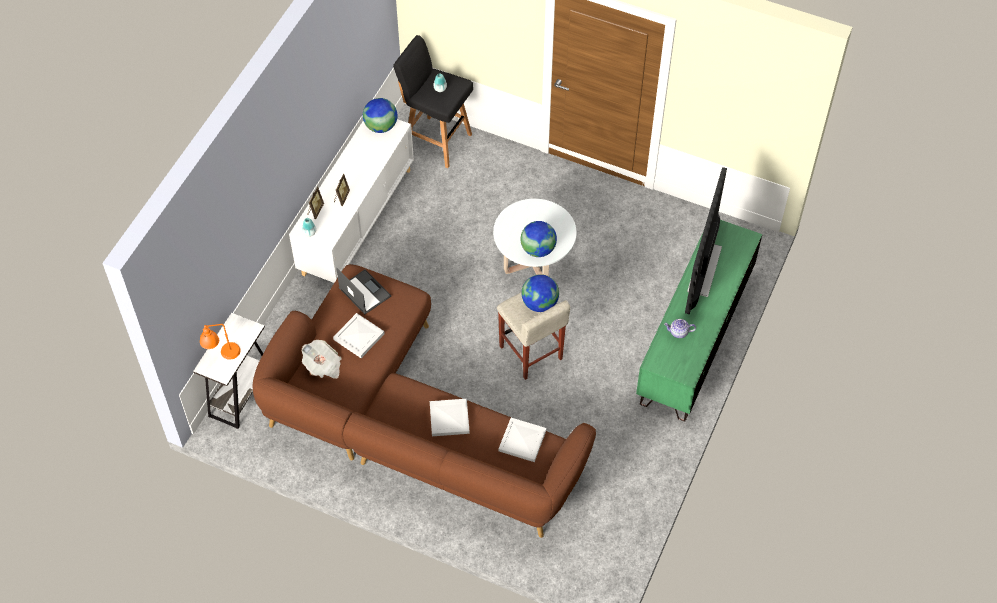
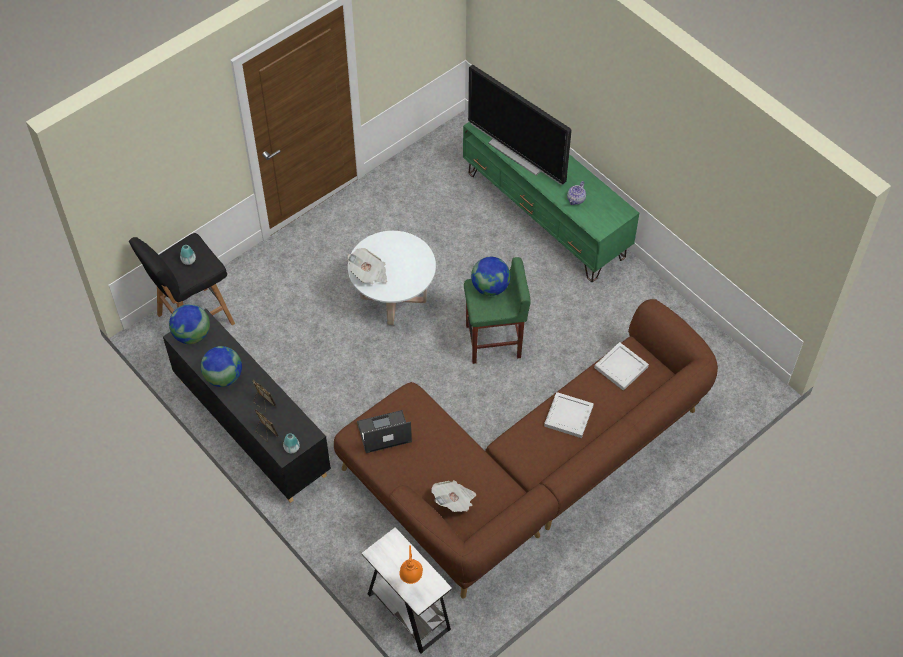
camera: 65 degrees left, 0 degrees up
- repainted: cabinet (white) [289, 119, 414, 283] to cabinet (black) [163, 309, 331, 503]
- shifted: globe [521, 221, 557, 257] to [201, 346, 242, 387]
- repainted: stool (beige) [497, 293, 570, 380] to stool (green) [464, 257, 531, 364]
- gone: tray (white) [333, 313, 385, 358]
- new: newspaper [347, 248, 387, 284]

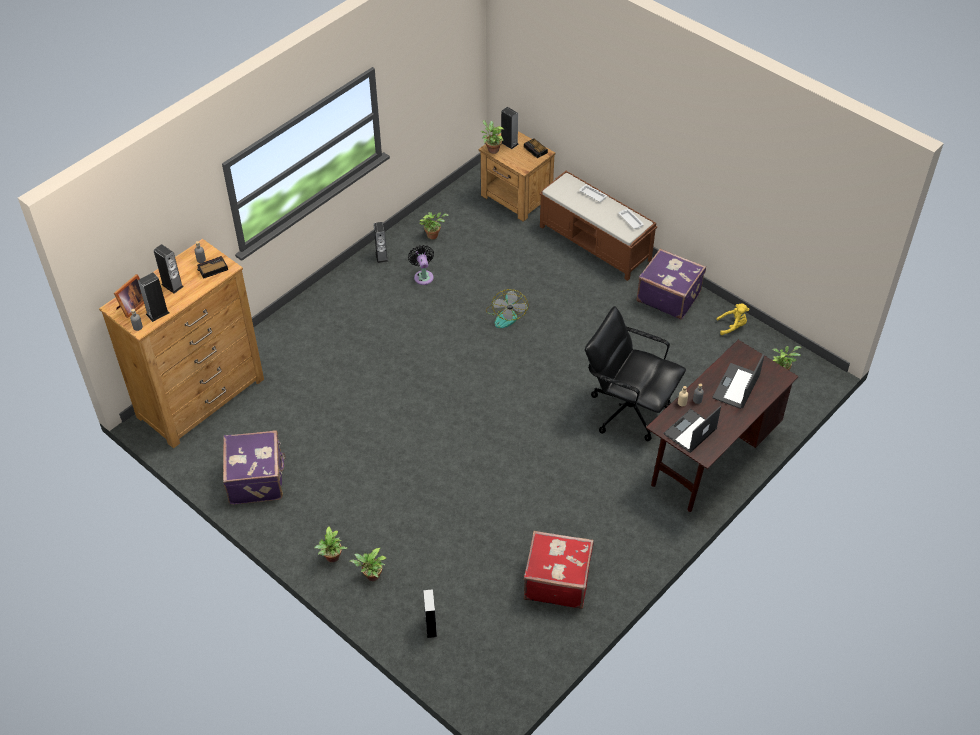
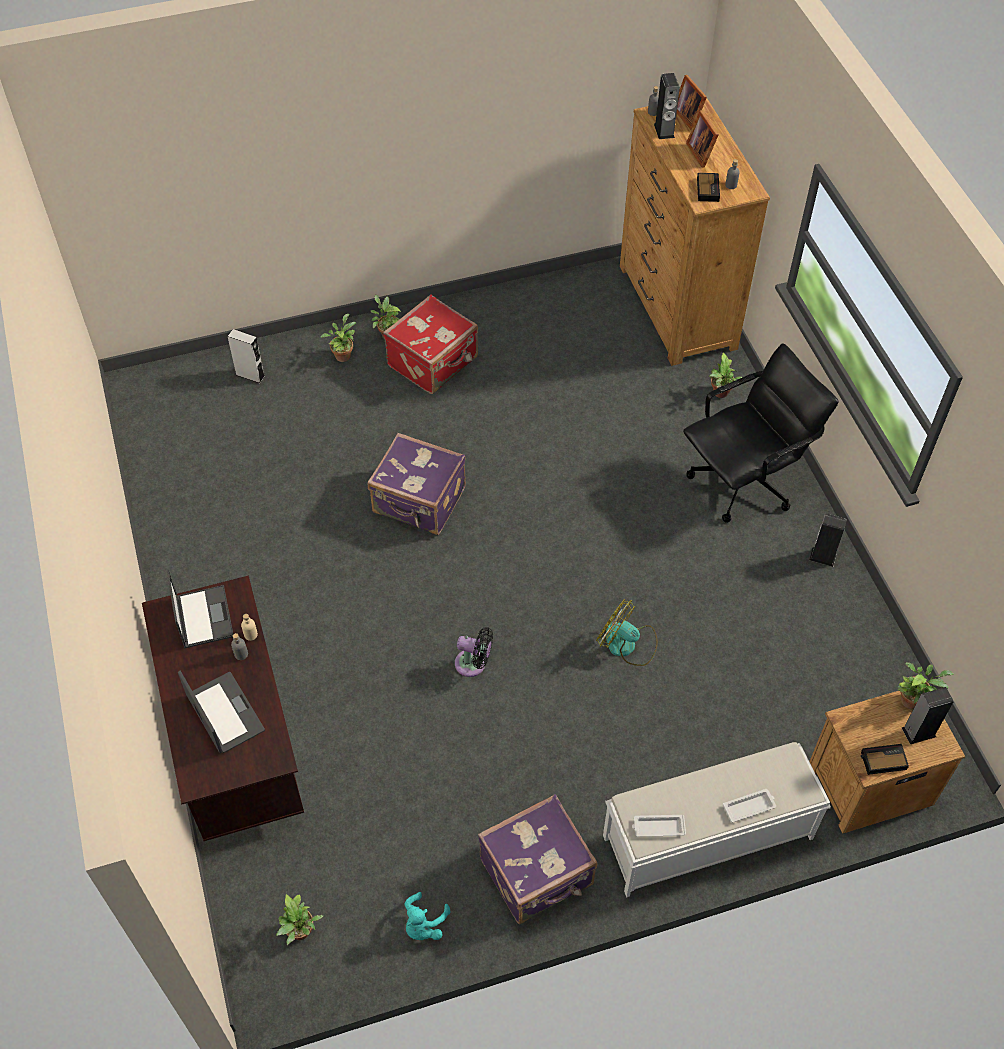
camera: 120 degrees right, 5 degrees up
- repainted: bench (brown) [539, 171, 657, 281] to bench (white) [603, 742, 831, 897]
- shifted: potted plant [419, 212, 449, 239] to [709, 353, 743, 398]
- swapped: speaker [154, 244, 184, 294] to picture frame [686, 110, 719, 167]
- shifted: fan (black) [408, 246, 434, 285] to [455, 627, 493, 677]
- repainted: plush toy (yellow) [716, 304, 749, 335] to plush toy (turquoise) [404, 892, 451, 940]
- shifted: office chair (black) [585, 306, 686, 441] to [683, 344, 839, 523]
- shifted: suitcase (purple) [223, 430, 286, 505] to [368, 433, 466, 535]
- shifted: suitcase (red) [524, 531, 594, 609] to [383, 294, 478, 394]

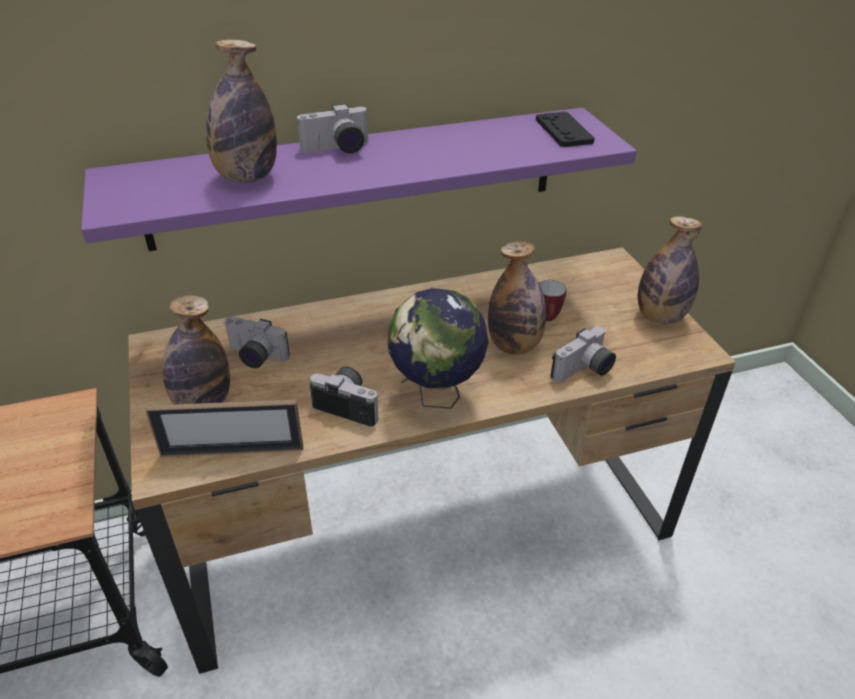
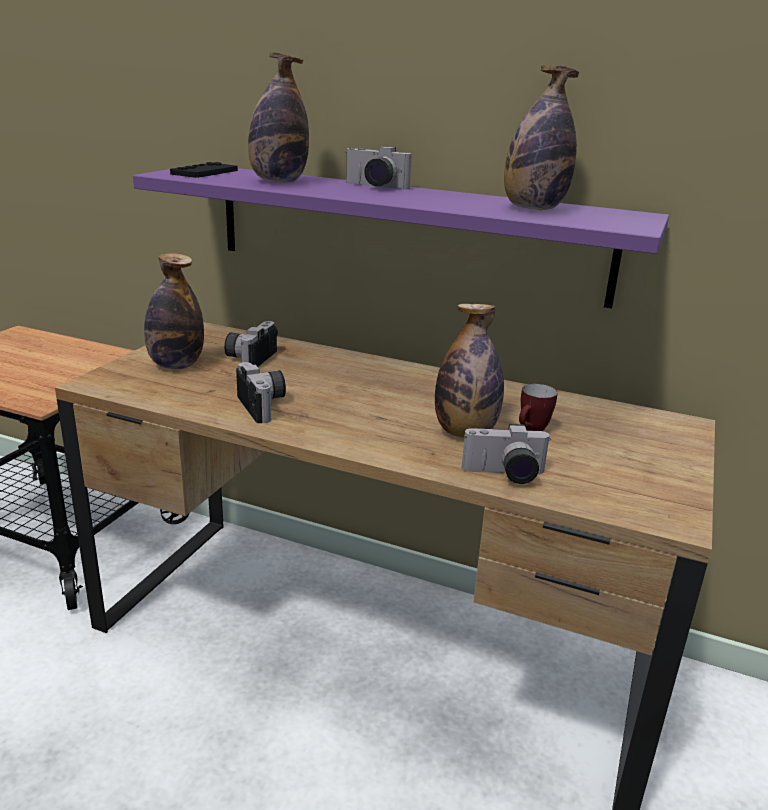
camera: 40 degrees right, 15 degrees down
- shifted: game controller (black) [536, 112, 595, 147] to [170, 162, 238, 178]
- shifted: bottle [638, 216, 702, 324] to [504, 65, 579, 210]
- gone: globe [387, 288, 489, 409]
- rotated: photo camera [224, 316, 290, 368] = [224, 321, 278, 367] 45 degrees clockwise
- gone: picture frame [145, 399, 303, 457]

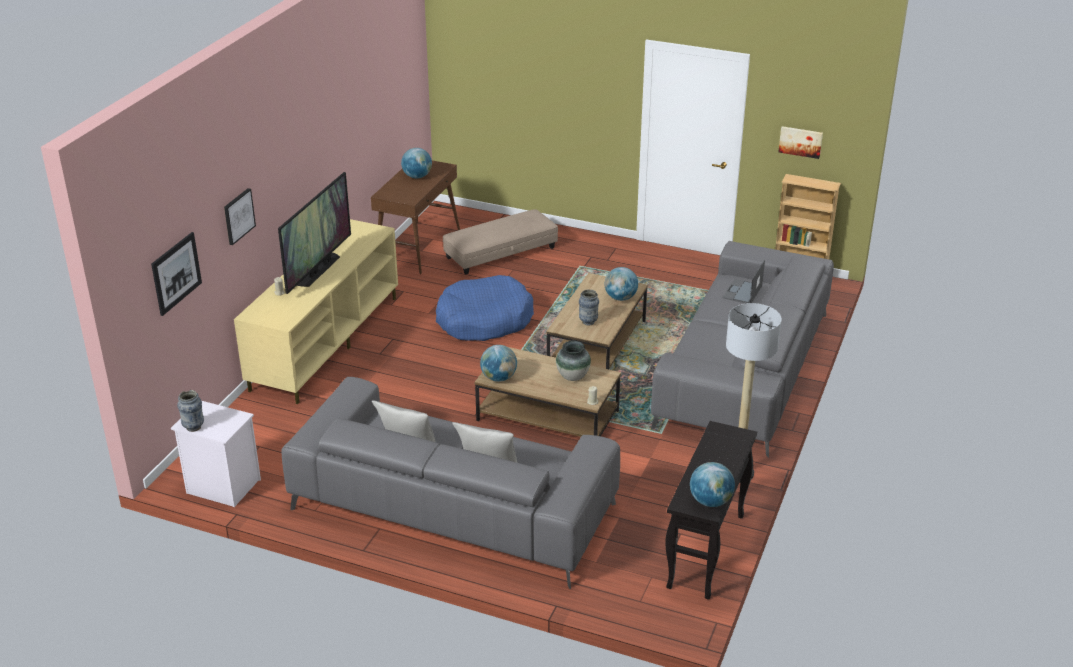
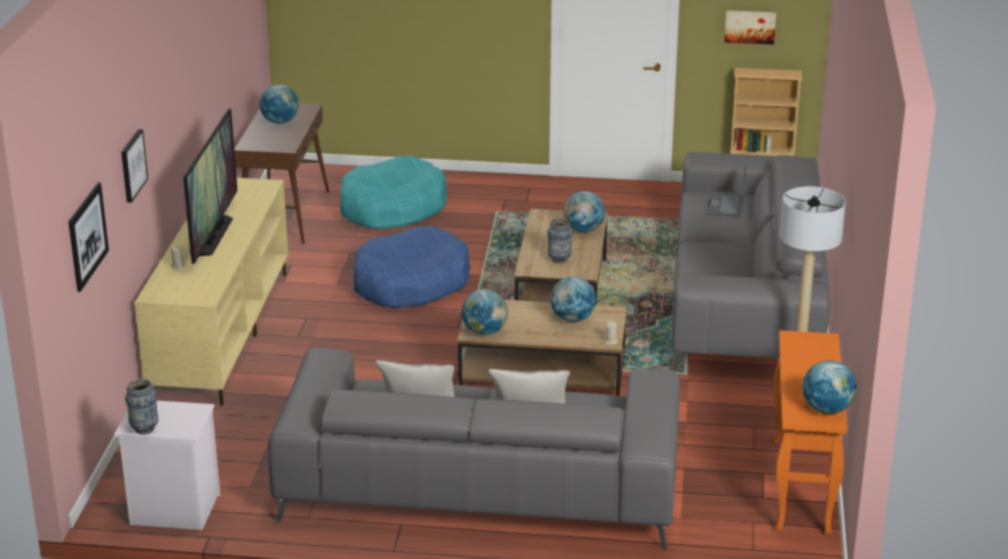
camera: 15 degrees left, 5 degrees down
- swapped: ottoman (beige) [443, 209, 558, 274] to dog bed (turquoise) [340, 156, 447, 230]
- swapped: vase [556, 341, 591, 381] to globe [550, 276, 596, 322]
- repainted: console table (black) [665, 421, 757, 600] to console table (orange) [774, 330, 847, 535]

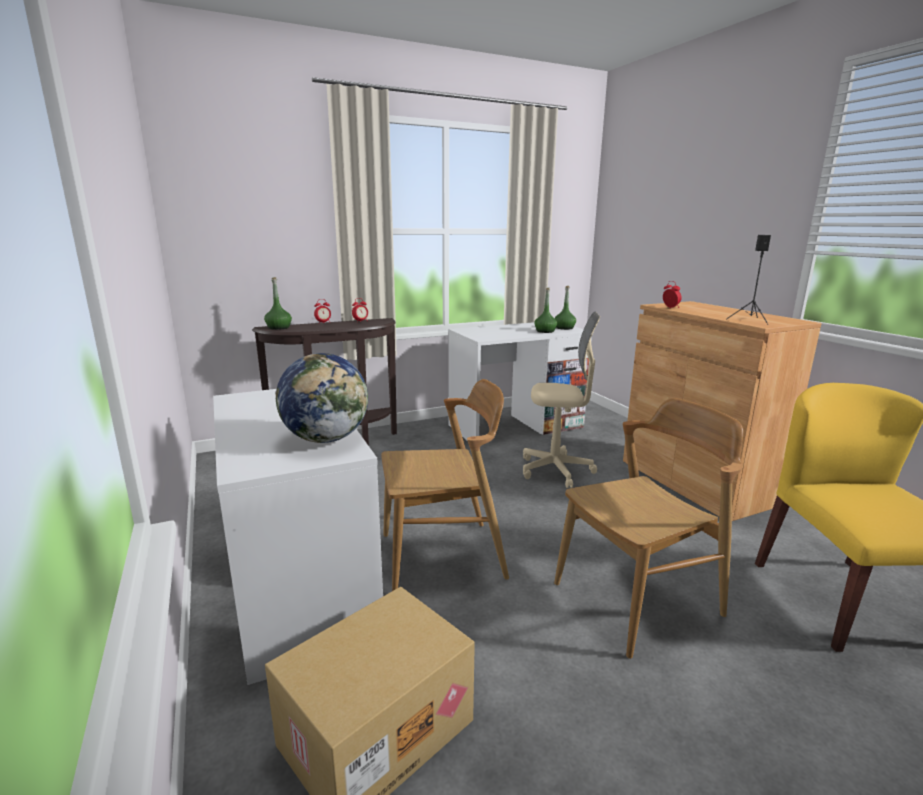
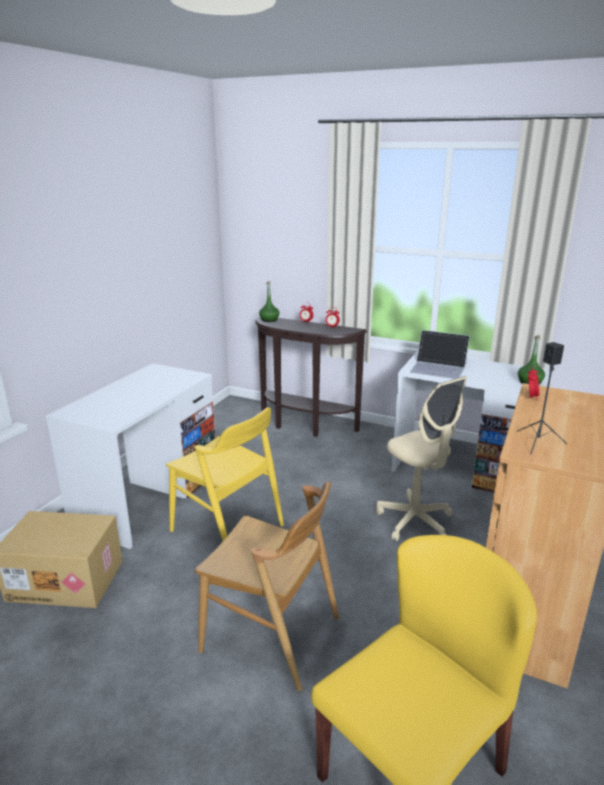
camera: 50 degrees right, 5 degrees up
- gone: bottle (green) [534, 288, 557, 333]
- gone: globe [275, 353, 368, 443]
- repainted: chair (brown) [381, 379, 509, 591] to chair (yellow) [166, 407, 284, 541]
- new: laptop [410, 330, 470, 379]

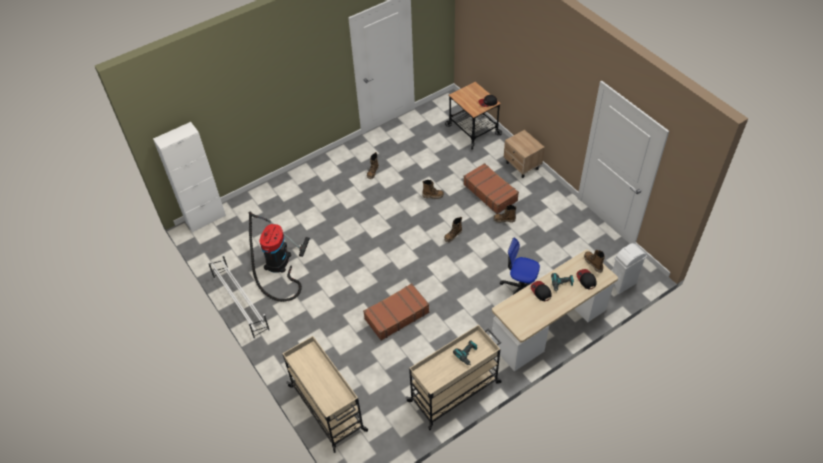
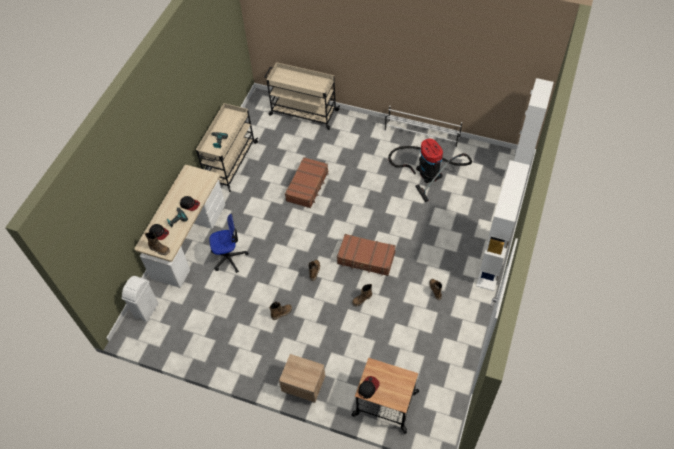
camera: 145 degrees right, 5 degrees up
- shifted: suitcase (brown) [463, 163, 519, 214] to [337, 234, 396, 276]
- new: bookcase (white) [476, 160, 530, 291]

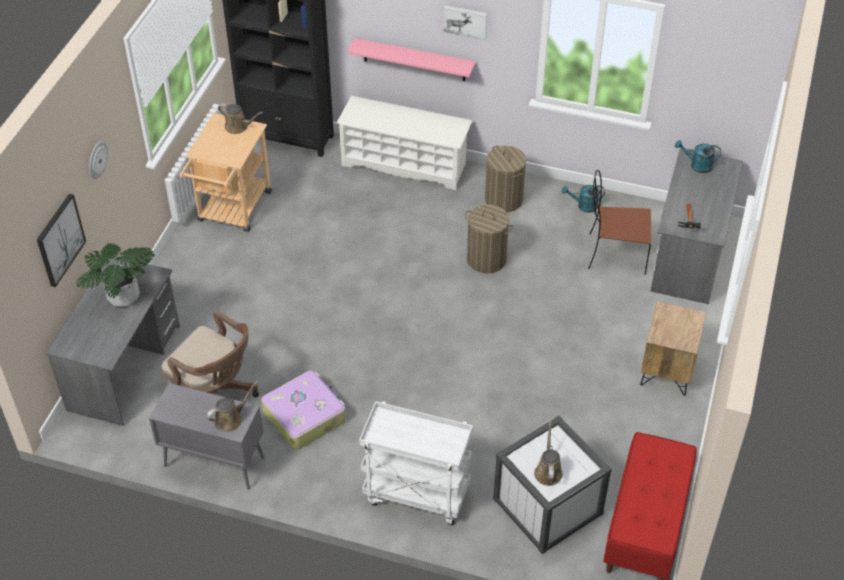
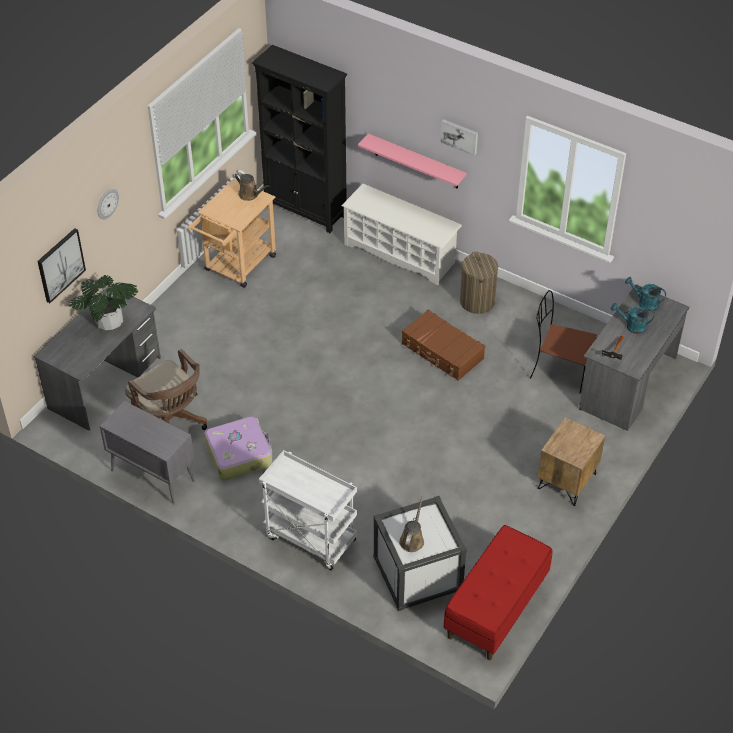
camera: 15 degrees right, 0 degrees up
- shifted: watering can (turquoise) [562, 185, 605, 213] to [611, 303, 654, 334]
- swapped: laundry basket [465, 204, 513, 274] to suitcase (brown) [402, 309, 485, 381]
- gone: watering can (brown) [207, 380, 259, 432]

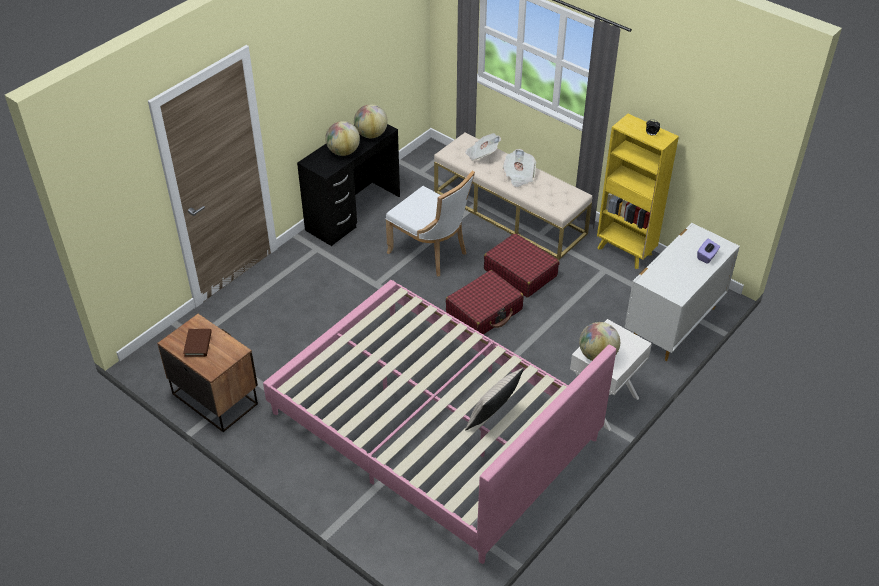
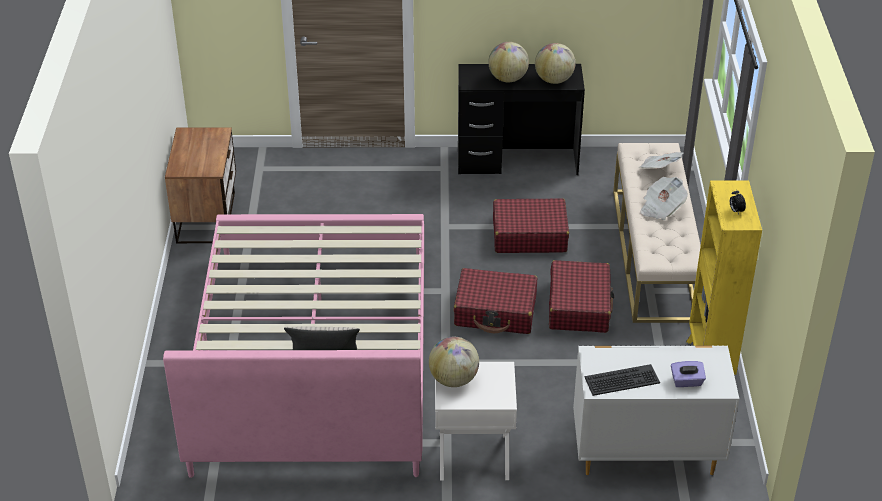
camera: 50 degrees right, 5 degrees down
- swapped: chair (white) [386, 170, 475, 276] to suitcase (red) [493, 198, 569, 253]
- gone: book (brown) [183, 329, 212, 357]
- new: keyboard [585, 364, 660, 396]

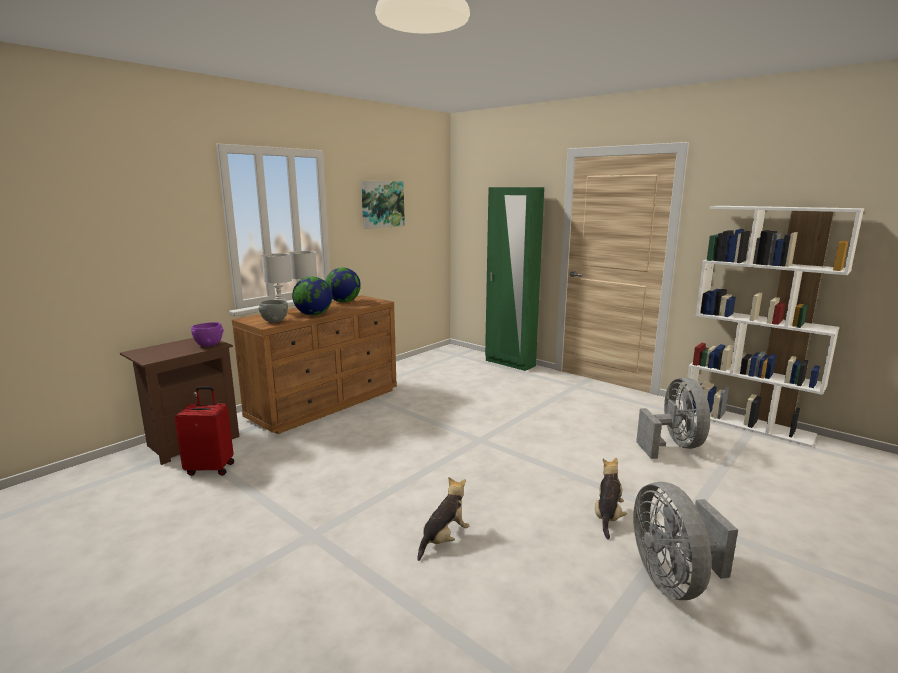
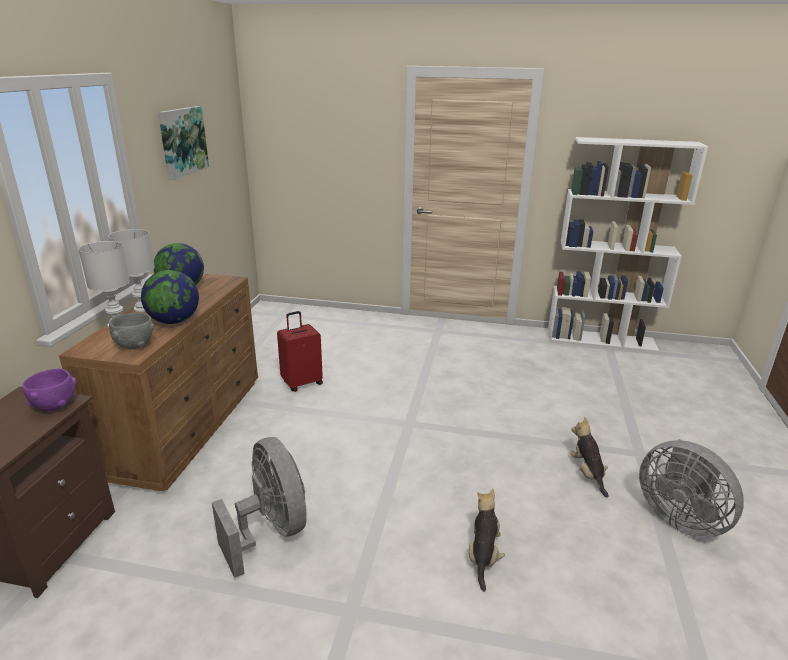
camera: 30 degrees left, 10 degrees up
- gone: wardrobe (green) [485, 187, 544, 371]
- shifted: fan (grey) [636, 377, 710, 459] to [212, 437, 307, 578]
- shifted: suitcase (red) [175, 387, 234, 476] to [277, 311, 323, 392]

